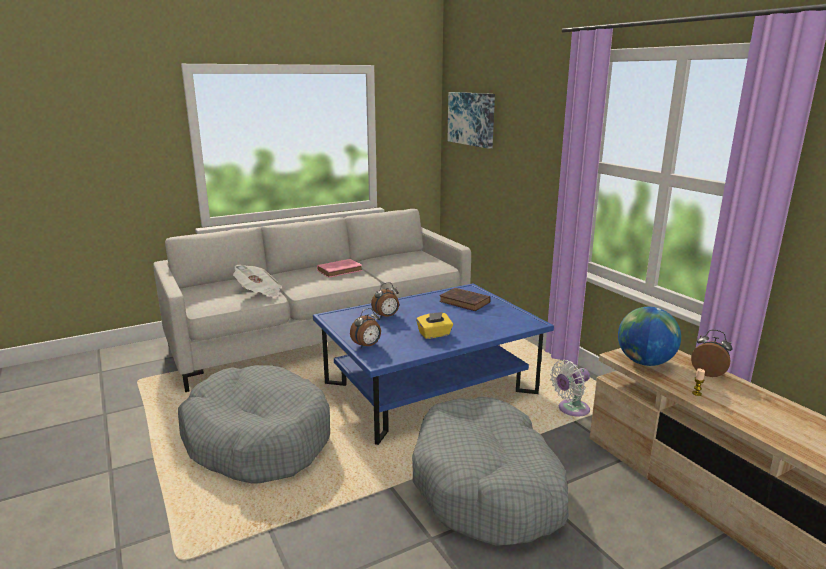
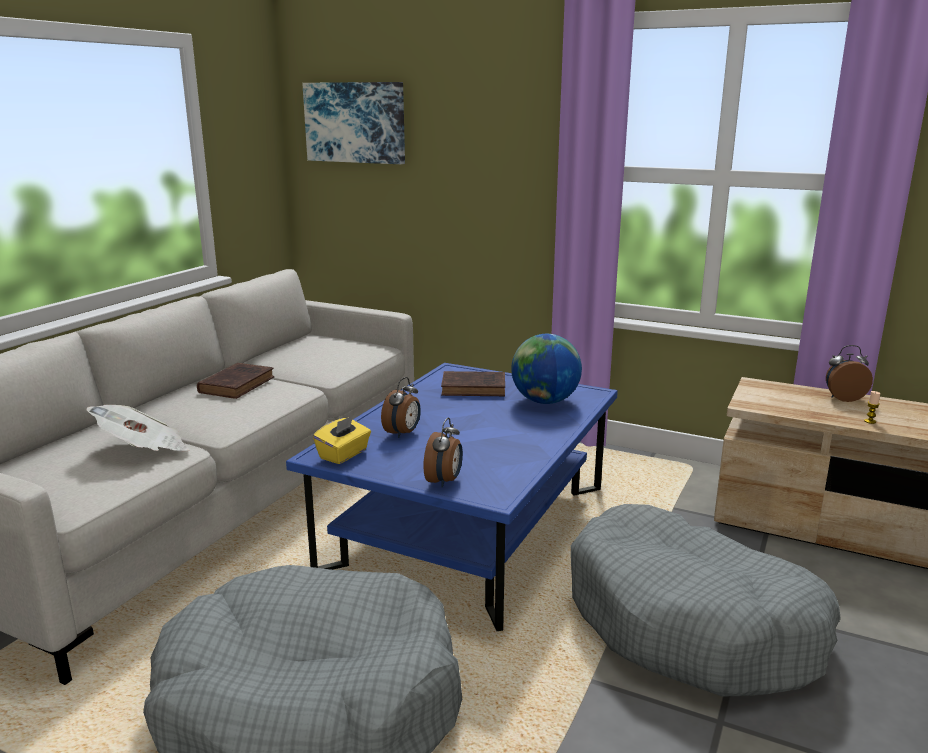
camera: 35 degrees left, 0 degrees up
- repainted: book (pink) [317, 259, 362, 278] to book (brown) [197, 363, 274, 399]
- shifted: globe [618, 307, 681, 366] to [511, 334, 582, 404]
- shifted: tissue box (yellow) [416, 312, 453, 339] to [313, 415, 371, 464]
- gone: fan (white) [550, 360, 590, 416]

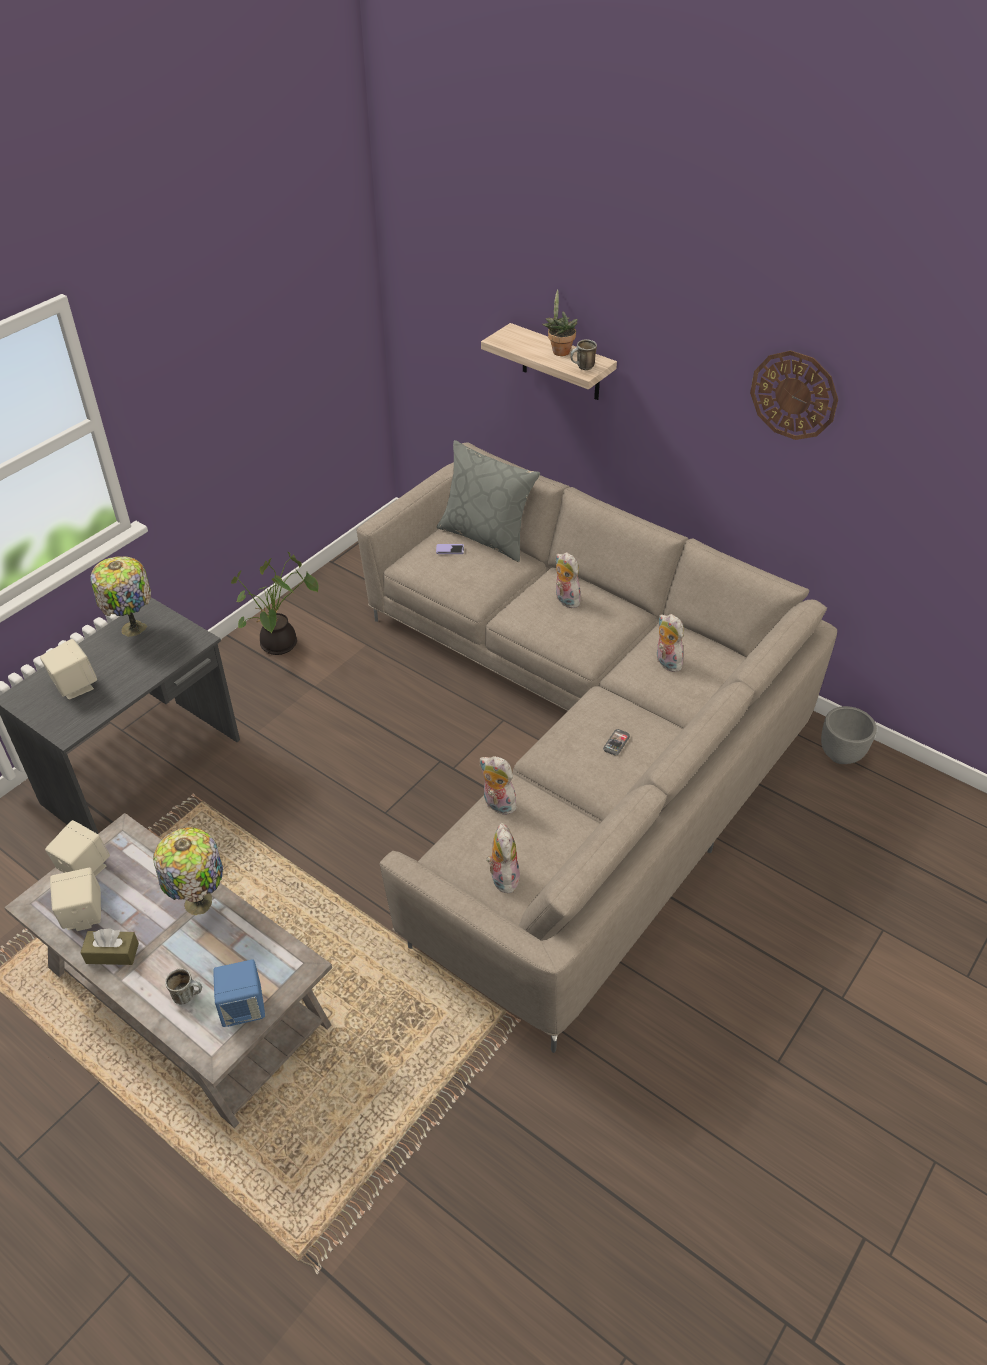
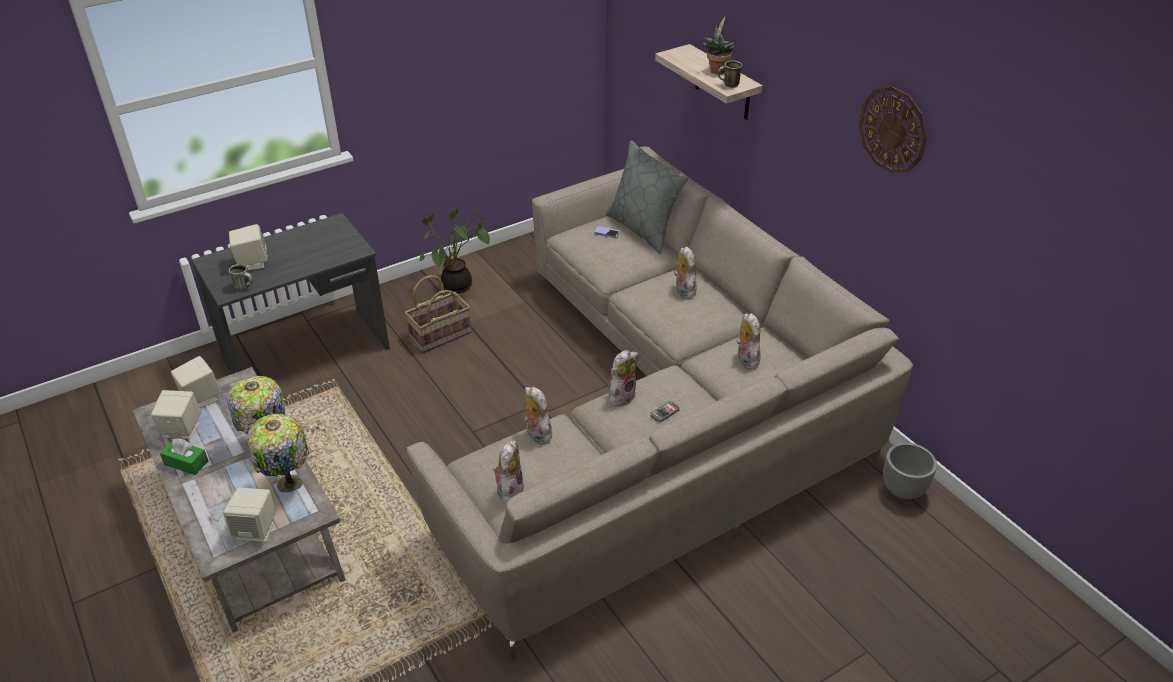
camera: 20 degrees right, 5 degrees down
- shifted: table lamp [90, 556, 151, 637] to [247, 414, 309, 492]
- repainted: tissue box (brown) [80, 928, 139, 965] to tissue box (green) [160, 438, 208, 475]
- repainted: speaker (blue) [213, 959, 265, 1027] to speaker (beige) [223, 488, 276, 542]
- shifted: mug [165, 968, 202, 1005] to [229, 264, 253, 290]
- new: basket [405, 275, 472, 353]
- new: plush toy [609, 350, 638, 406]

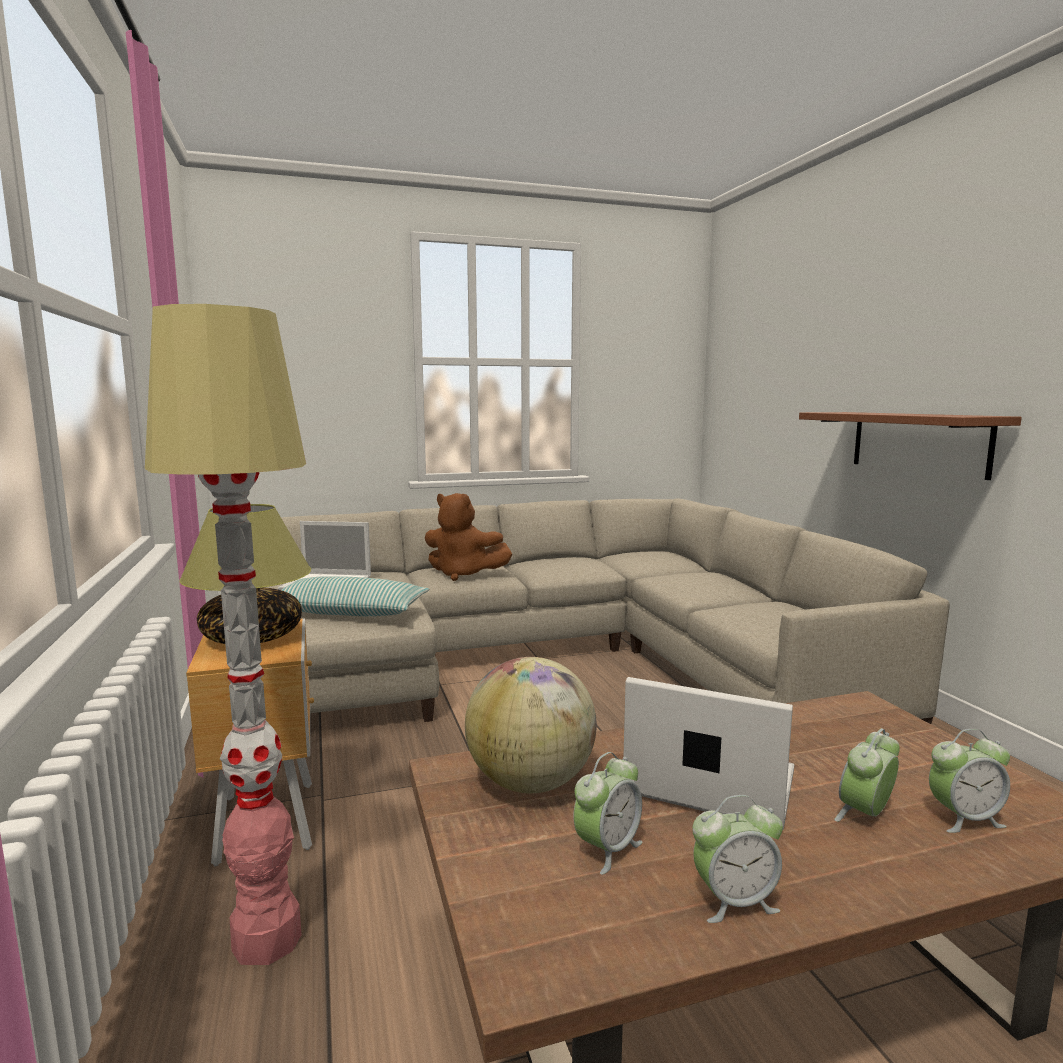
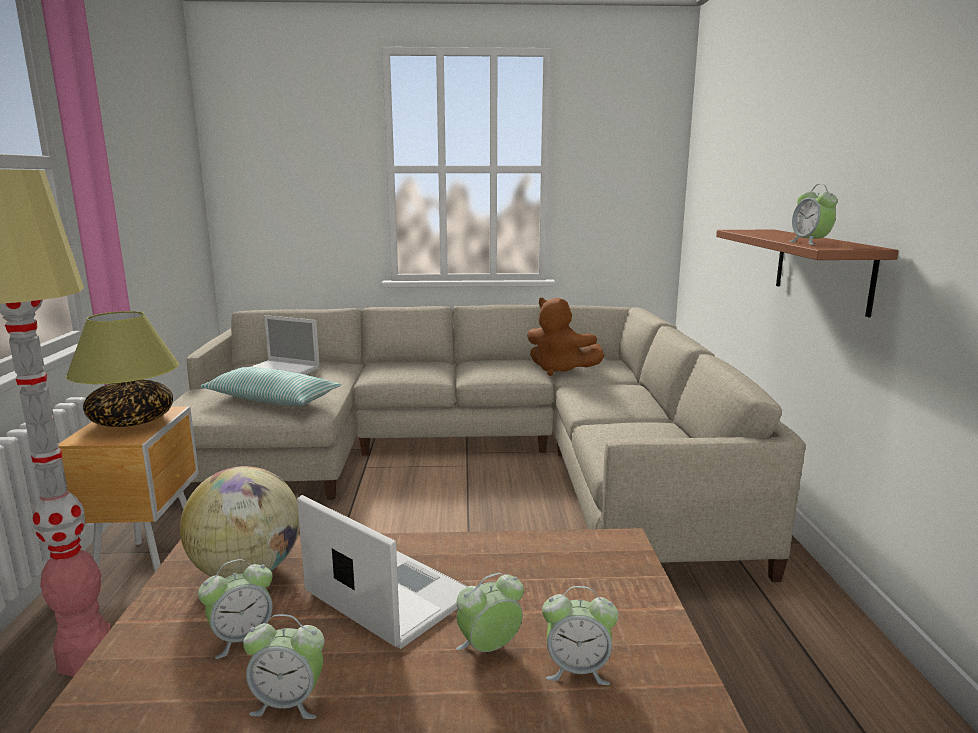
camera: 15 degrees right, 5 degrees up
- shifted: plush toy (brown) [425, 493, 512, 581] to [527, 298, 605, 376]
- new: alarm clock [788, 184, 838, 245]

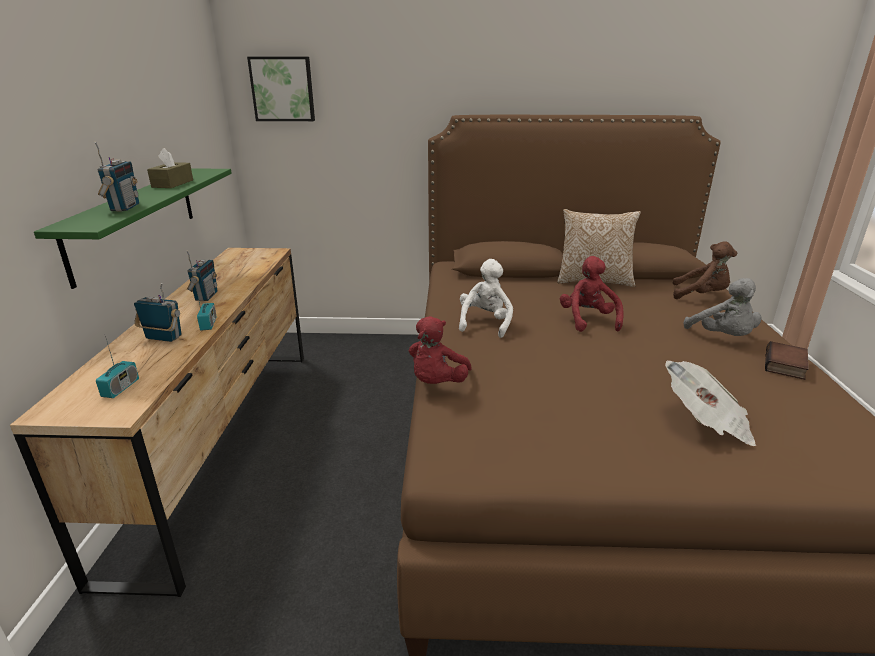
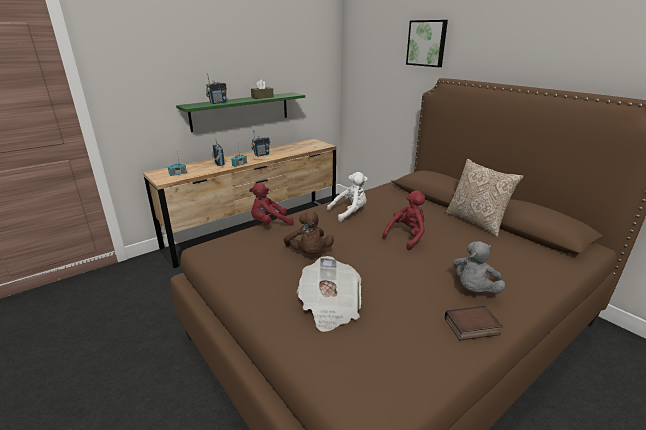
camera: 50 degrees right, 0 degrees up
- shifted: picture [247, 57, 315, 121] to [406, 20, 448, 67]
- shifted: plush toy (brown) [673, 242, 737, 299] to [284, 210, 334, 254]

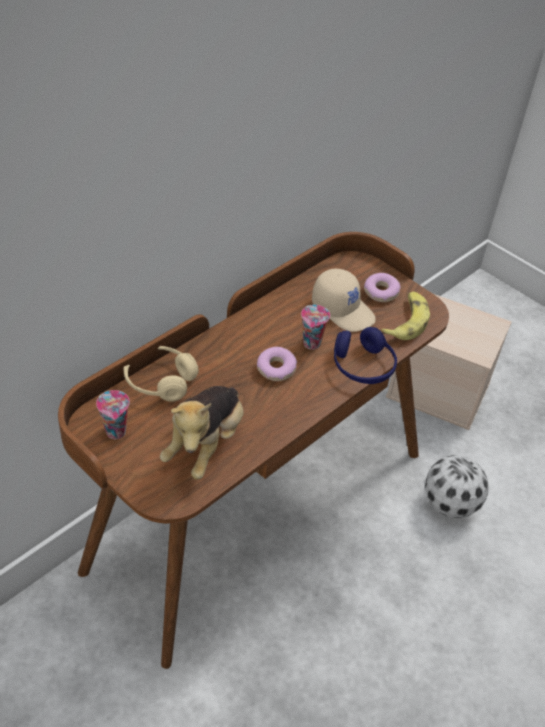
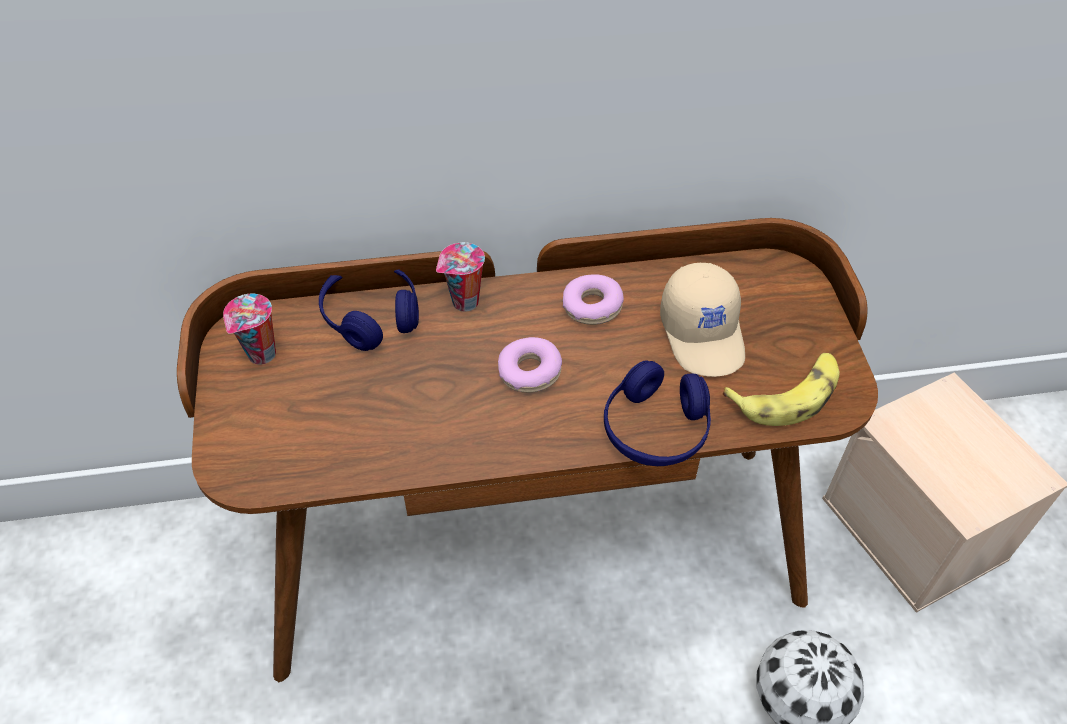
camera: 40 degrees right, 5 degrees up
- shifted: donut [364, 273, 401, 302] to [563, 275, 624, 325]
- shifted: cup [301, 305, 330, 350] to [436, 242, 485, 312]
- repainted: headphones (beige) [123, 346, 199, 402] to headphones (blue) [319, 269, 419, 351]
- gone: plush toy [160, 386, 244, 480]

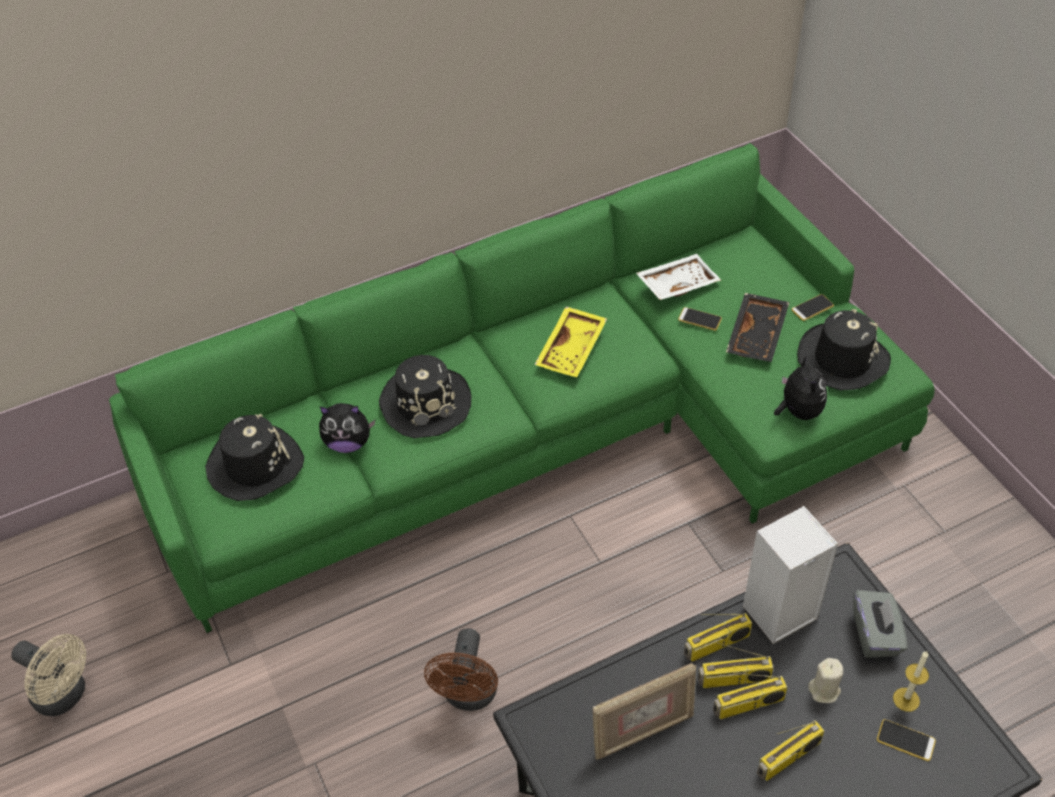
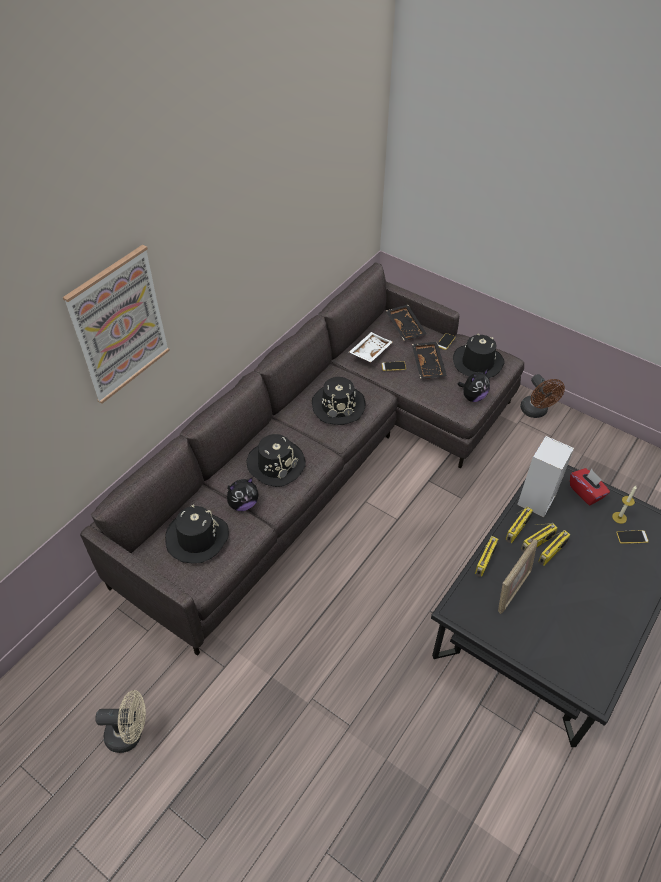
camera: 30 degrees left, 0 degrees up
- repainted: sofa (green) [109, 143, 935, 633] to sofa (grey) [80, 262, 524, 656]
- swapped: tray (yellow) [535, 307, 607, 377] to hat (black) [312, 377, 365, 425]
- rotated: plush toy [774, 356, 827, 420] = [457, 369, 490, 402] 90 degrees clockwise
- repainted: tissue box (grey) [853, 590, 908, 658] to tissue box (red) [570, 468, 610, 505]
- shifted: fan (brown) [424, 628, 498, 711] to [520, 374, 565, 418]
- gone: candle (beige) [808, 658, 843, 703]
- shifted: radio [757, 720, 825, 781] to [475, 536, 498, 577]
- new: picture [63, 245, 170, 404]
- new: tray (black) [386, 304, 427, 341]

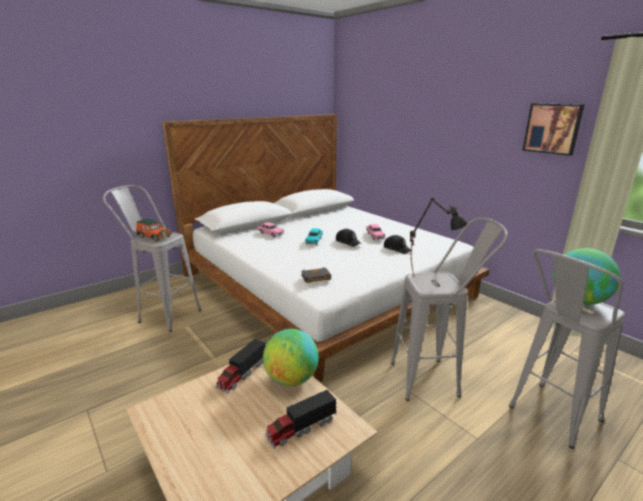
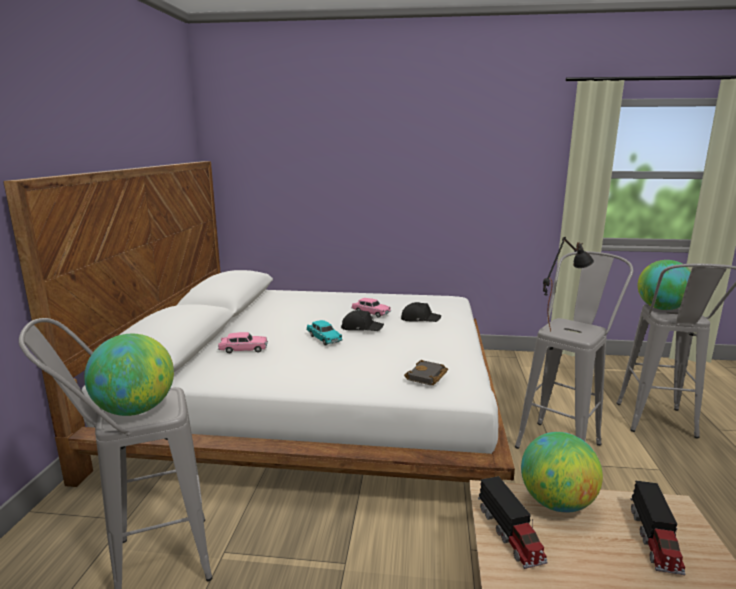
camera: 45 degrees left, 5 degrees down
- gone: picture [522, 103, 585, 156]
- swapped: toy car [136, 219, 172, 242] to globe [84, 334, 174, 416]

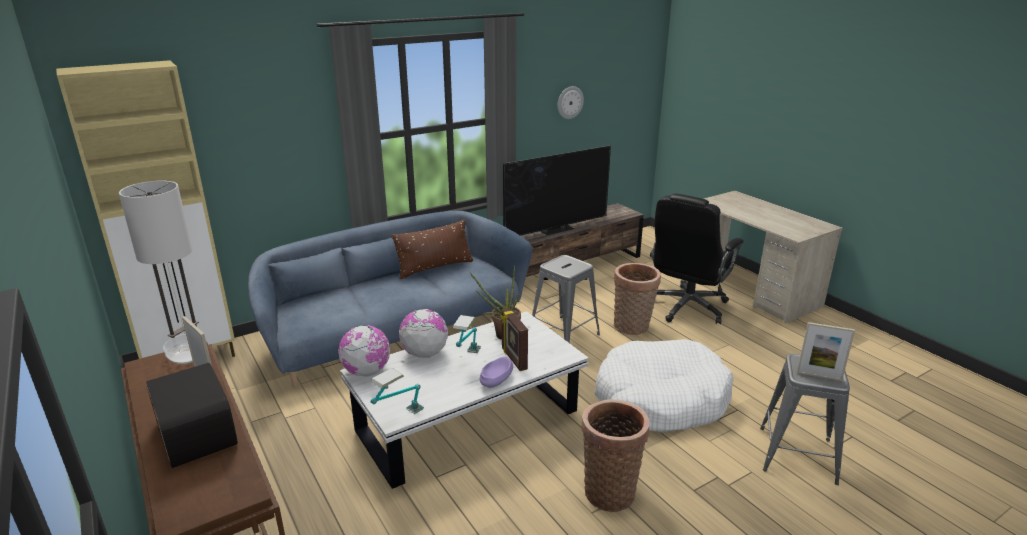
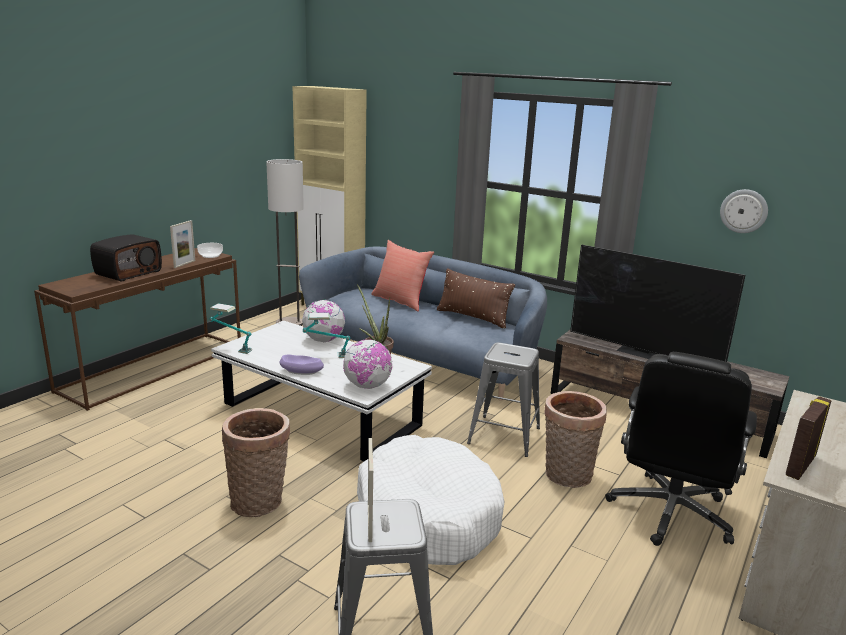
camera: 65 degrees right, 5 degrees down
- rotated: office chair (black) [650, 193, 744, 324] = [605, 352, 757, 546] 75 degrees counterclockwise
- shifted: picture frame [500, 308, 528, 371] to [786, 397, 832, 480]
- shifted: globe [338, 325, 390, 377] to [343, 339, 393, 389]
- new: pillow (red) [371, 240, 434, 312]

